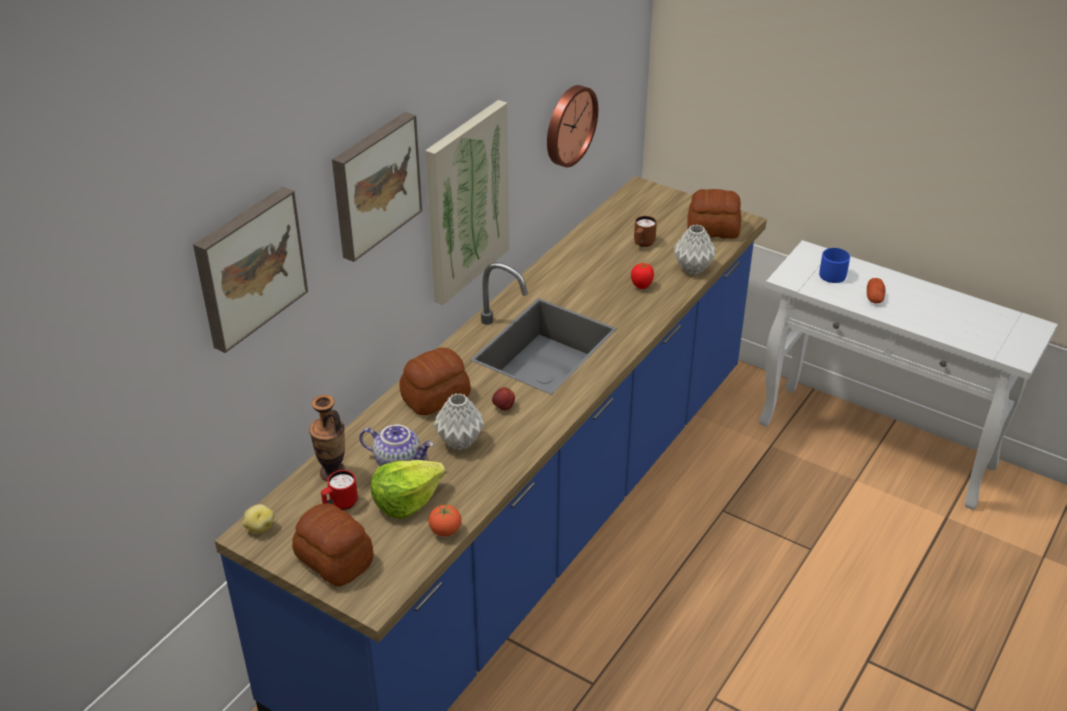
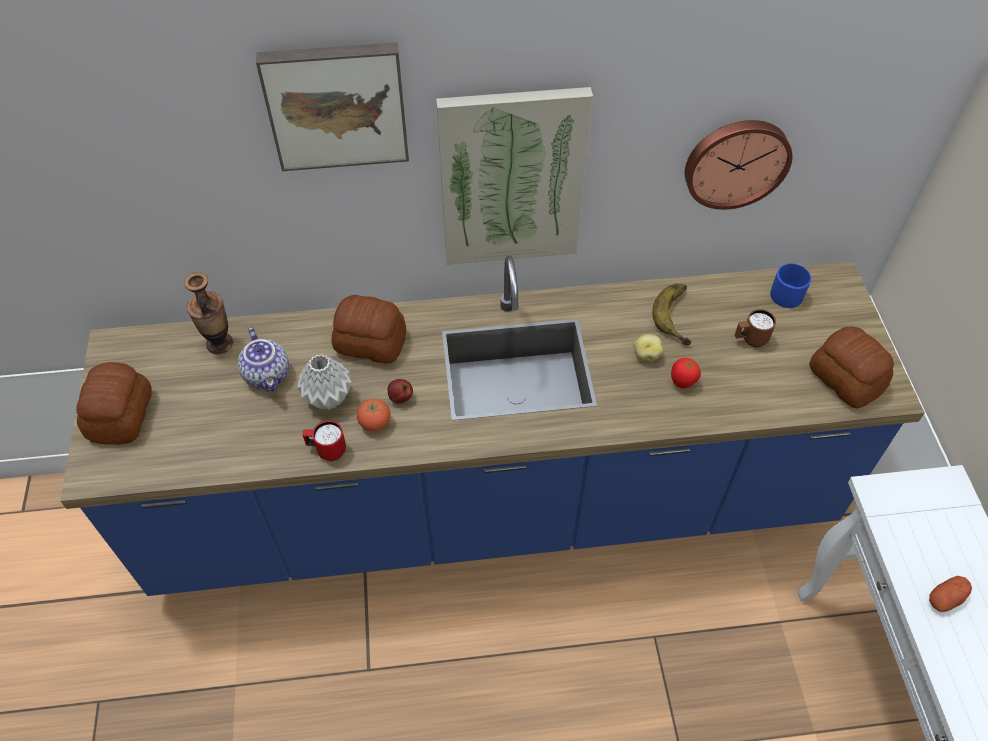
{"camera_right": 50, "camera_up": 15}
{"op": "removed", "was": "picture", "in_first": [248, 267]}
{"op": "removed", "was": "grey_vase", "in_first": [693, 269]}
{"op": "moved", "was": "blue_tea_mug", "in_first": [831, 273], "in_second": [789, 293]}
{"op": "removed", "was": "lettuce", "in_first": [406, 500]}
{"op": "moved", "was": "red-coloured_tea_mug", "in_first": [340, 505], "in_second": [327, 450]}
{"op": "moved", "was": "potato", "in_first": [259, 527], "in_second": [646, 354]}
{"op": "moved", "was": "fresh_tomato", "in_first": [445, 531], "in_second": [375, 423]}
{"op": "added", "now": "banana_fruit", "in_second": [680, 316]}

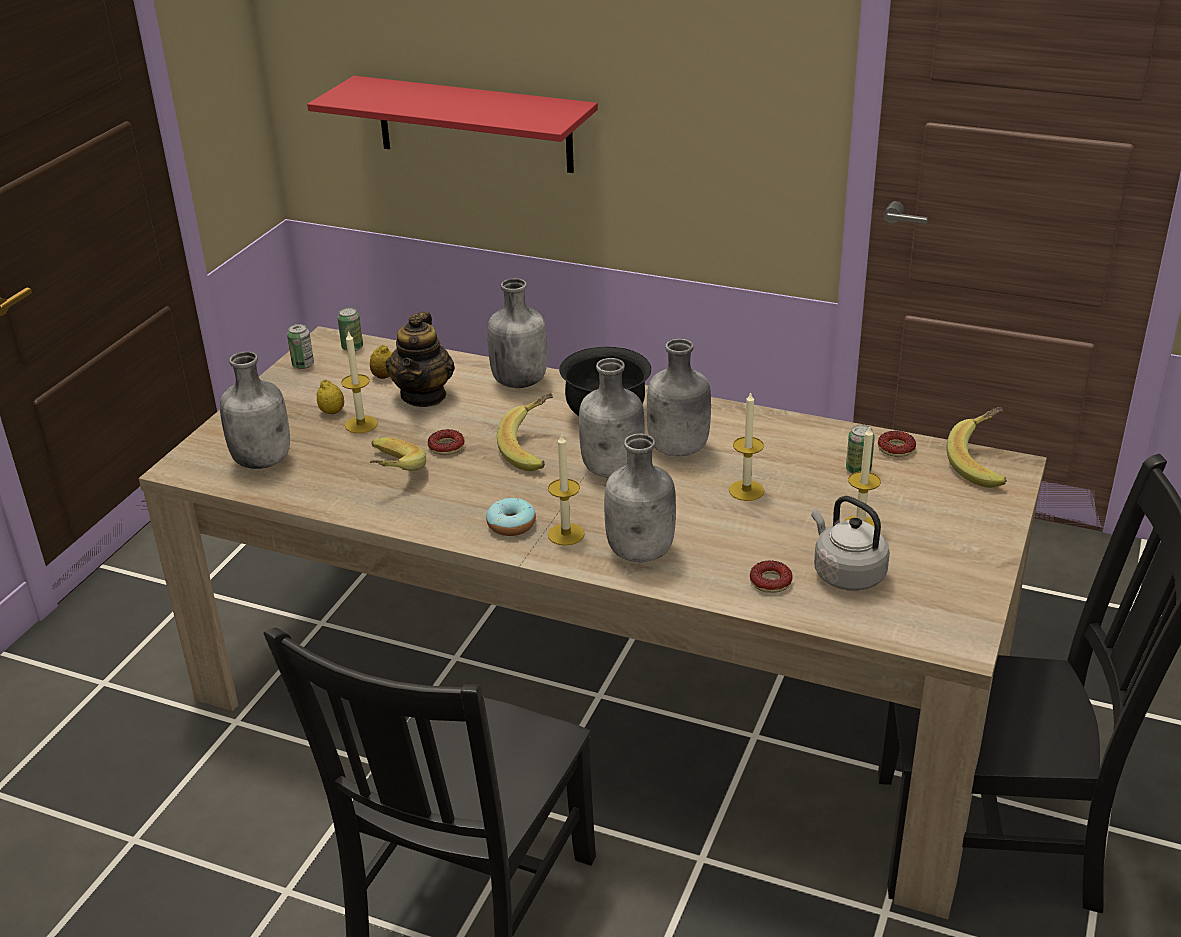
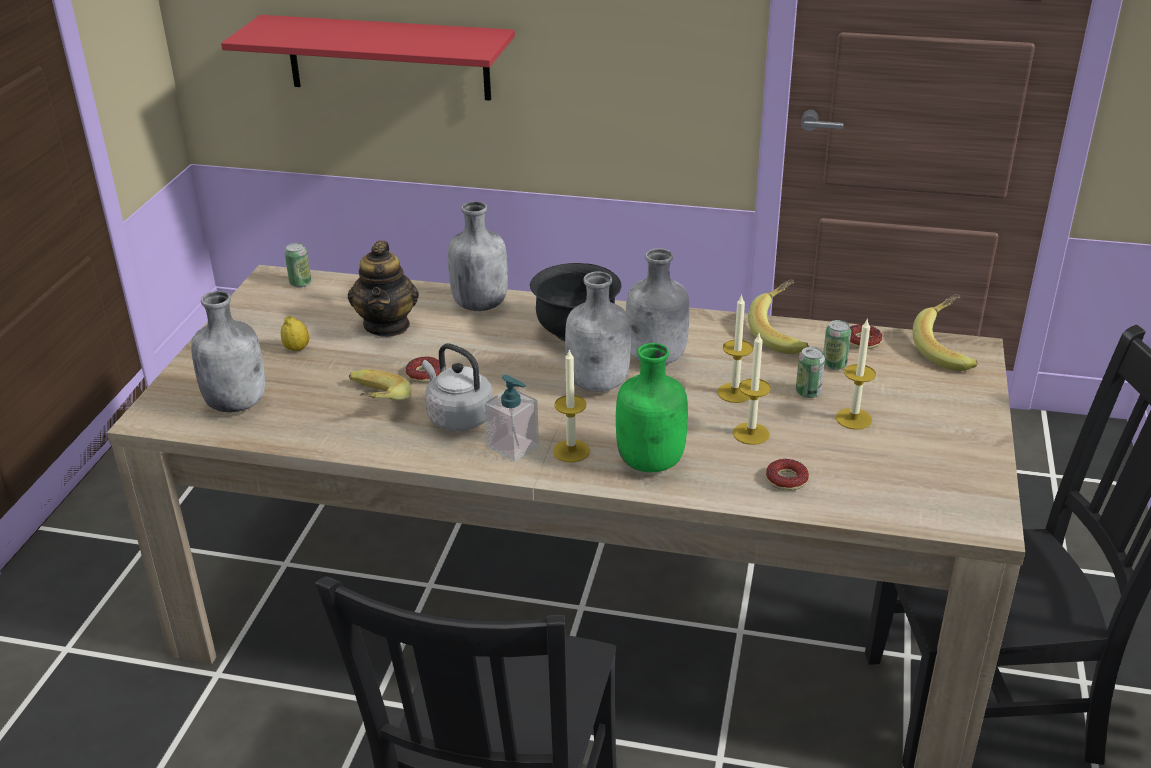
{"camera_right": -10, "camera_up": 0}
{"op": "moved", "was": "metal_can", "in_first": [303, 365], "in_second": [808, 392]}
{"op": "moved", "was": "wax_light", "in_first": [361, 424], "in_second": [751, 433]}
{"op": "removed", "was": "whole_lemon", "in_first": [384, 376]}
{"op": "moved", "was": "banana_fruit", "in_first": [535, 449], "in_second": [784, 334]}
{"op": "recoloured", "was": "grey_bottle", "now": "green-coloured_bottle", "in_first": [642, 552], "in_second": [652, 462]}
{"op": "moved", "was": "grey_tea_kettle", "in_first": [846, 574], "in_second": [457, 417]}
{"op": "replaced", "was": "ring_doughnut", "now": "soap_bottle", "in_first": [511, 525], "in_second": [513, 446]}

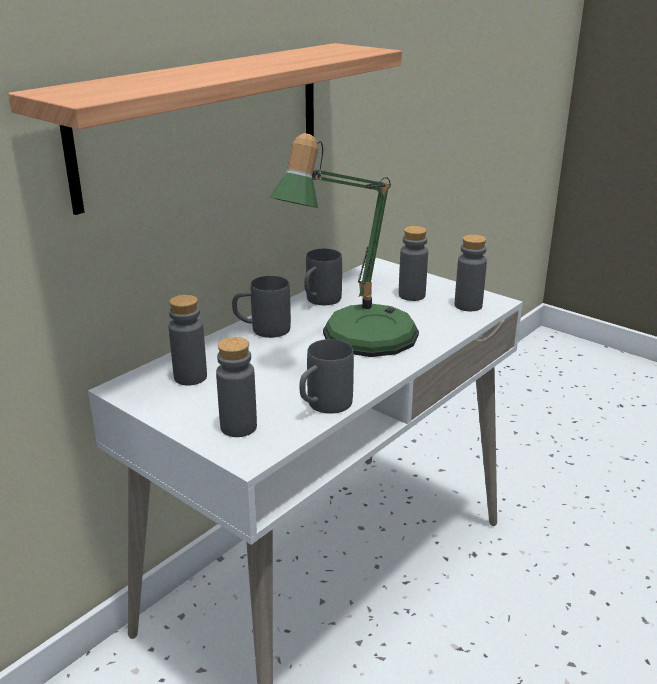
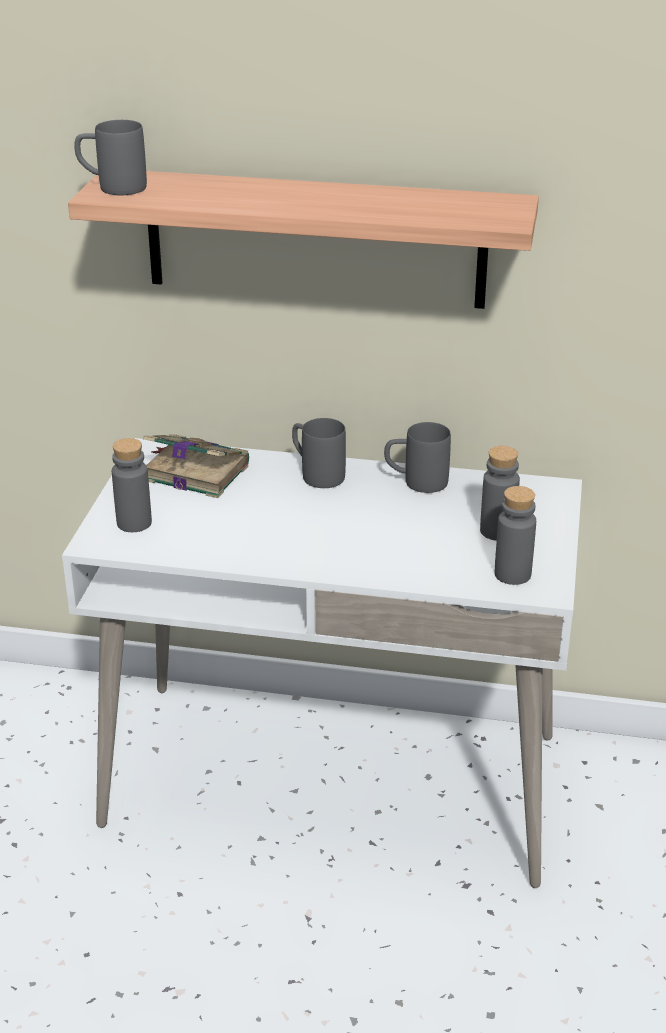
{"camera_right": 60, "camera_up": 5}
{"op": "removed", "was": "lamp_for_a_table", "in_first": [358, 340]}
{"op": "replaced", "was": "grey_bottle", "now": "bound_book", "in_first": [190, 377], "in_second": [194, 472]}
{"op": "moved", "was": "grey_tea_mug", "in_first": [323, 406], "in_second": [112, 187]}

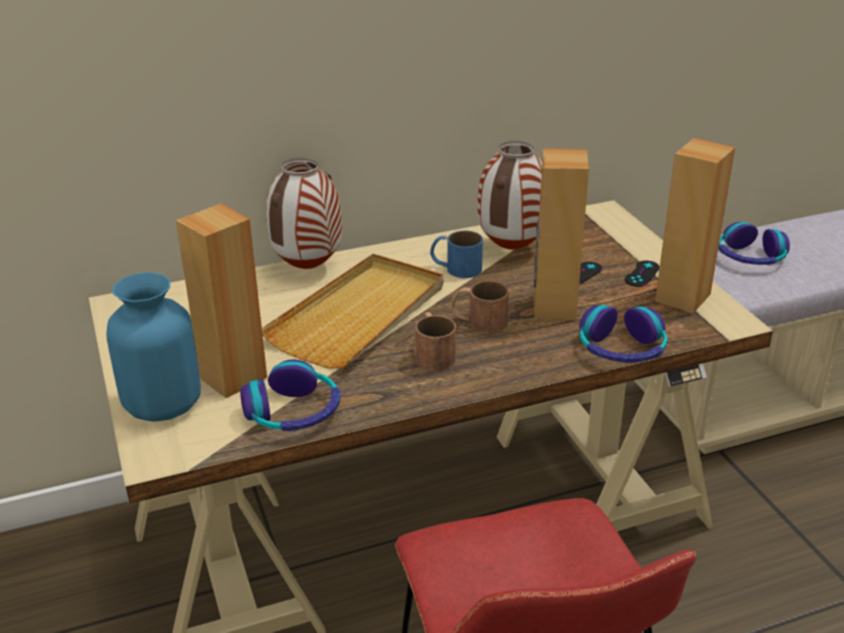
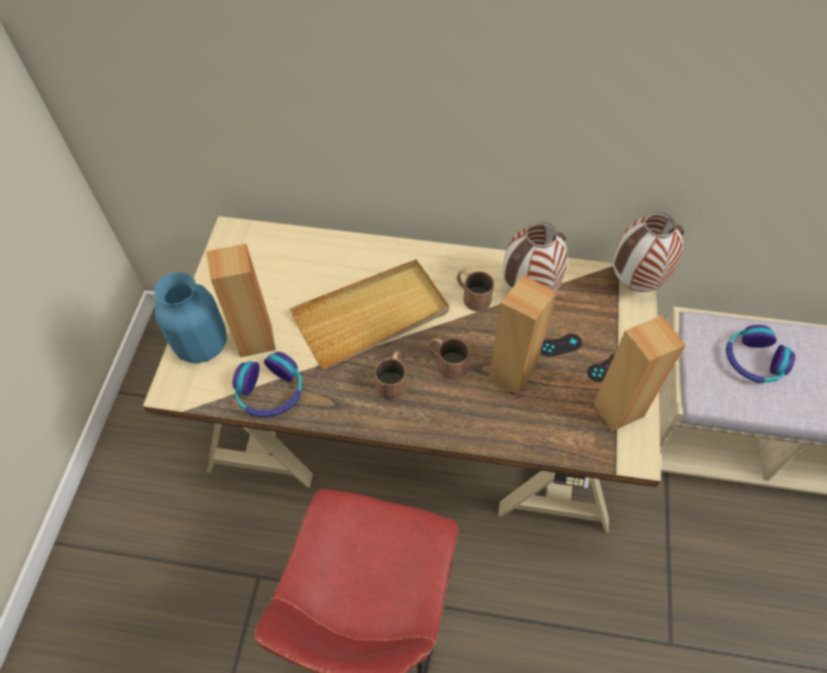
{"camera_right": 30, "camera_up": 25}
{"op": "moved", "was": "vase", "in_first": [308, 269], "in_second": [635, 284]}
{"op": "recoloured", "was": "blue_tea_mug", "now": "brownish_tea_mug", "in_first": [455, 268], "in_second": [472, 295]}
{"op": "removed", "was": "pair_of_headphones", "in_first": [621, 349]}

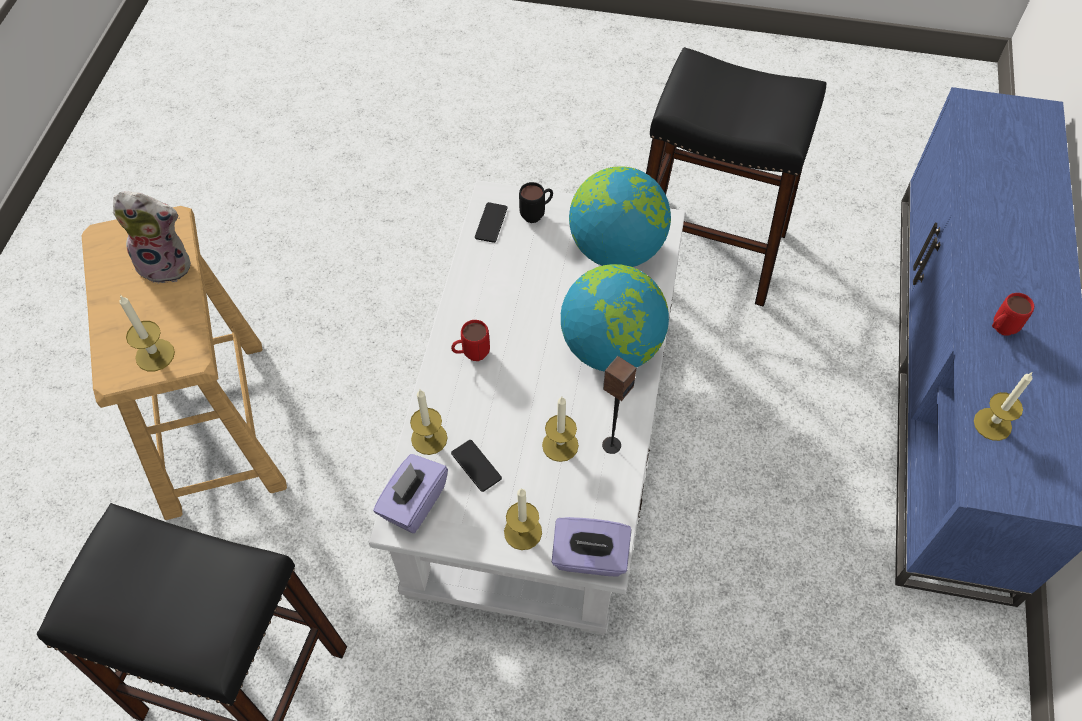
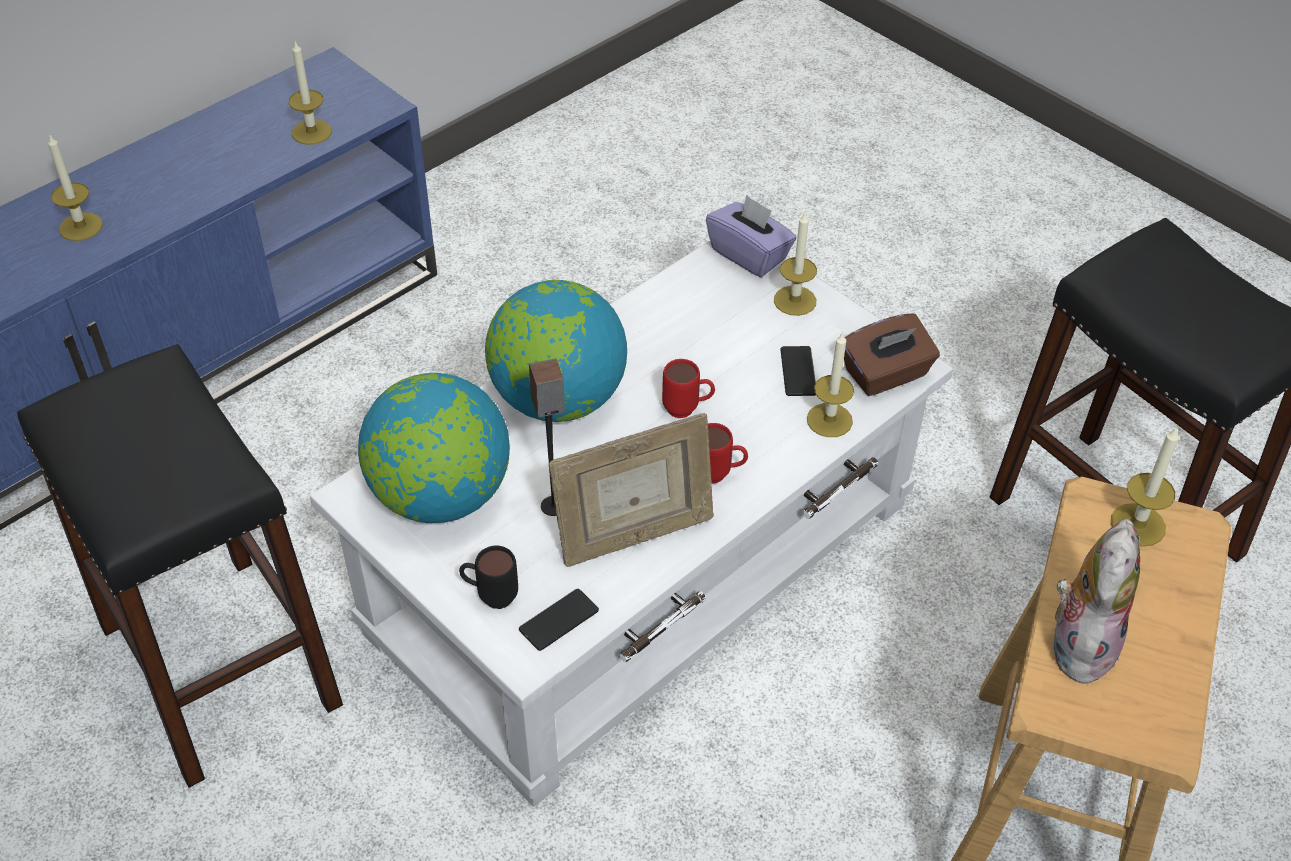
{"camera_right": -145, "camera_up": -10}
{"op": "turned", "was": "cuddly_toy", "in_first": [167, 263], "in_second": [1079, 643], "clockwise": 75}
{"op": "moved", "was": "red-coloured_tea_mug", "in_first": [999, 330], "in_second": [687, 410]}
{"op": "moved", "was": "speaker", "in_first": [611, 445], "in_second": [553, 506]}
{"op": "moved", "was": "wax_light", "in_first": [560, 445], "in_second": [81, 226]}
{"op": "recoloured", "was": "purple-coloured_box_of_tissues", "now": "brownish_box_of_tissues", "in_first": [413, 503], "in_second": [886, 374]}
{"op": "added", "now": "standing_frame", "in_second": [634, 537]}

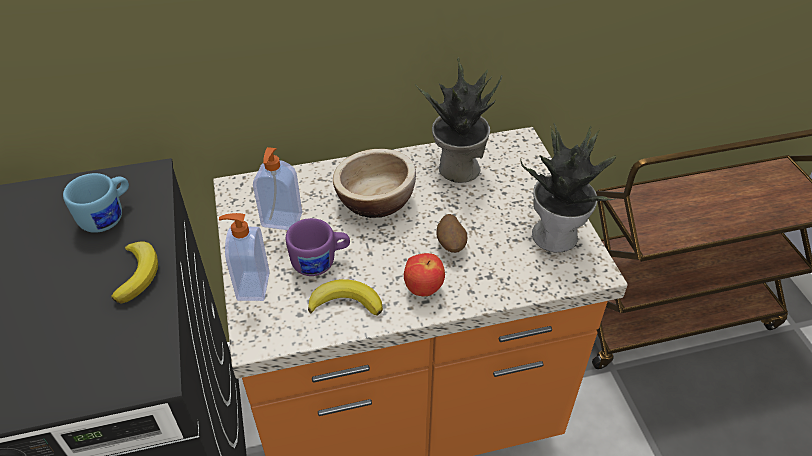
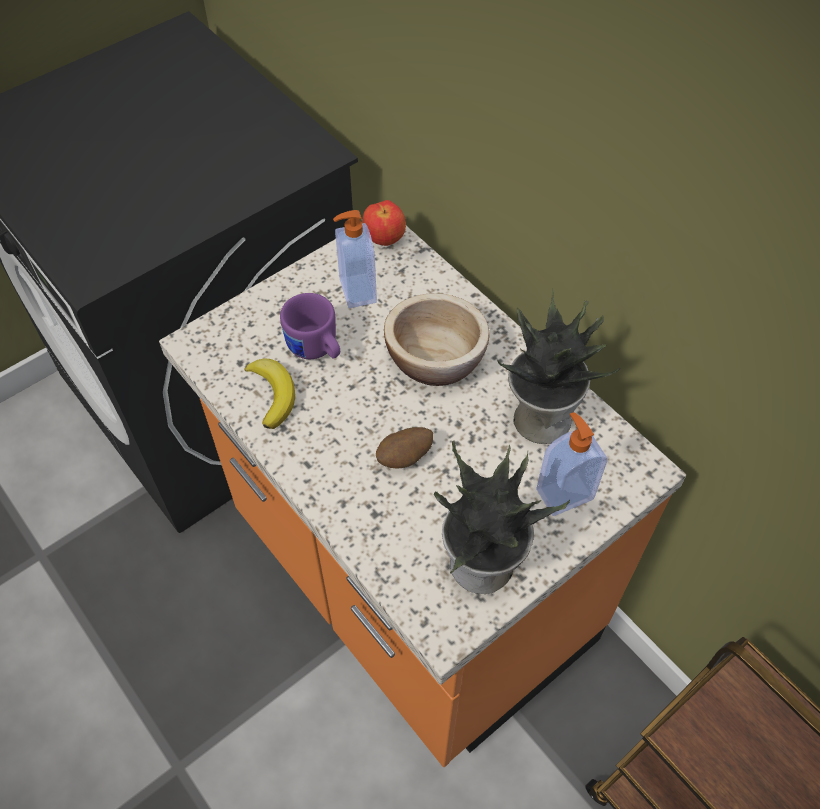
{"camera_right": 65, "camera_up": 10}
{"op": "removed", "was": "blue_tea_mug", "in_first": [108, 216]}
{"op": "moved", "was": "soap_bottle", "in_first": [252, 286], "in_second": [563, 493]}
{"op": "removed", "was": "banana_fruit", "in_first": [138, 273]}
{"op": "moved", "was": "apple_fruit", "in_first": [424, 289], "in_second": [385, 239]}

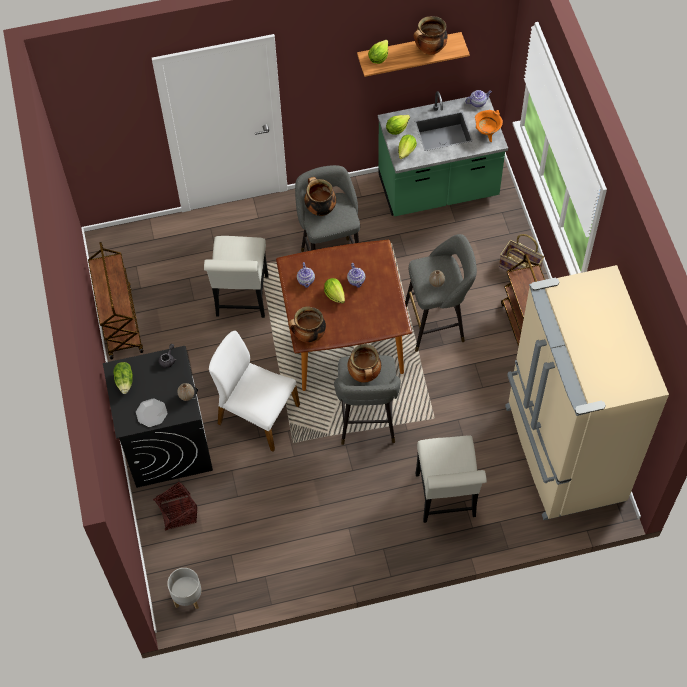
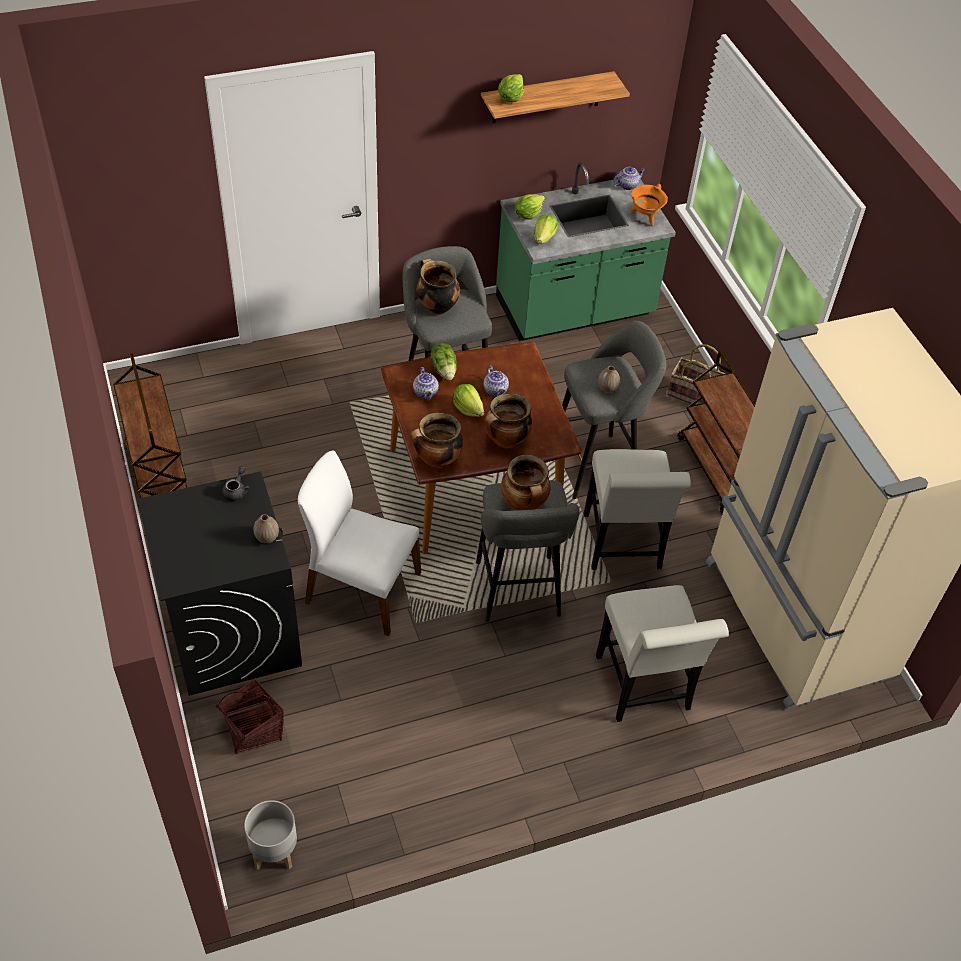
{"camera_right": -10, "camera_up": -10}
{"op": "moved", "was": "cooking_pot", "in_first": [429, 50], "in_second": [506, 441]}
{"op": "moved", "was": "whitish_plain_chair", "in_first": [241, 300], "in_second": [623, 547]}
{"op": "moved", "was": "lettuce", "in_first": [125, 381], "in_second": [444, 370]}
{"op": "removed", "was": "dinner_plate", "in_first": [151, 413]}

